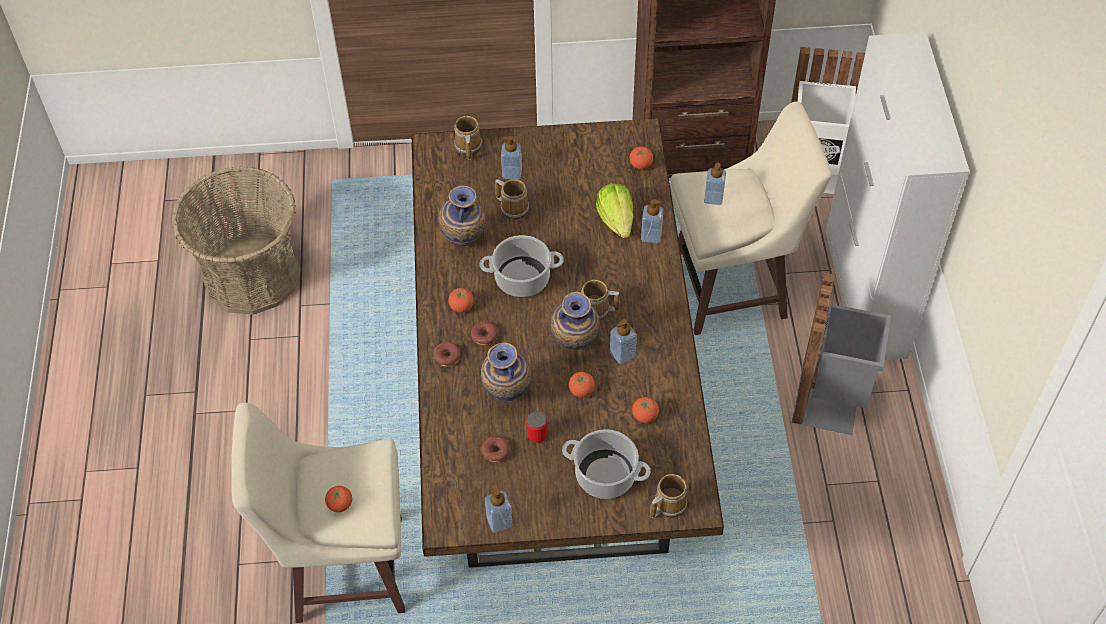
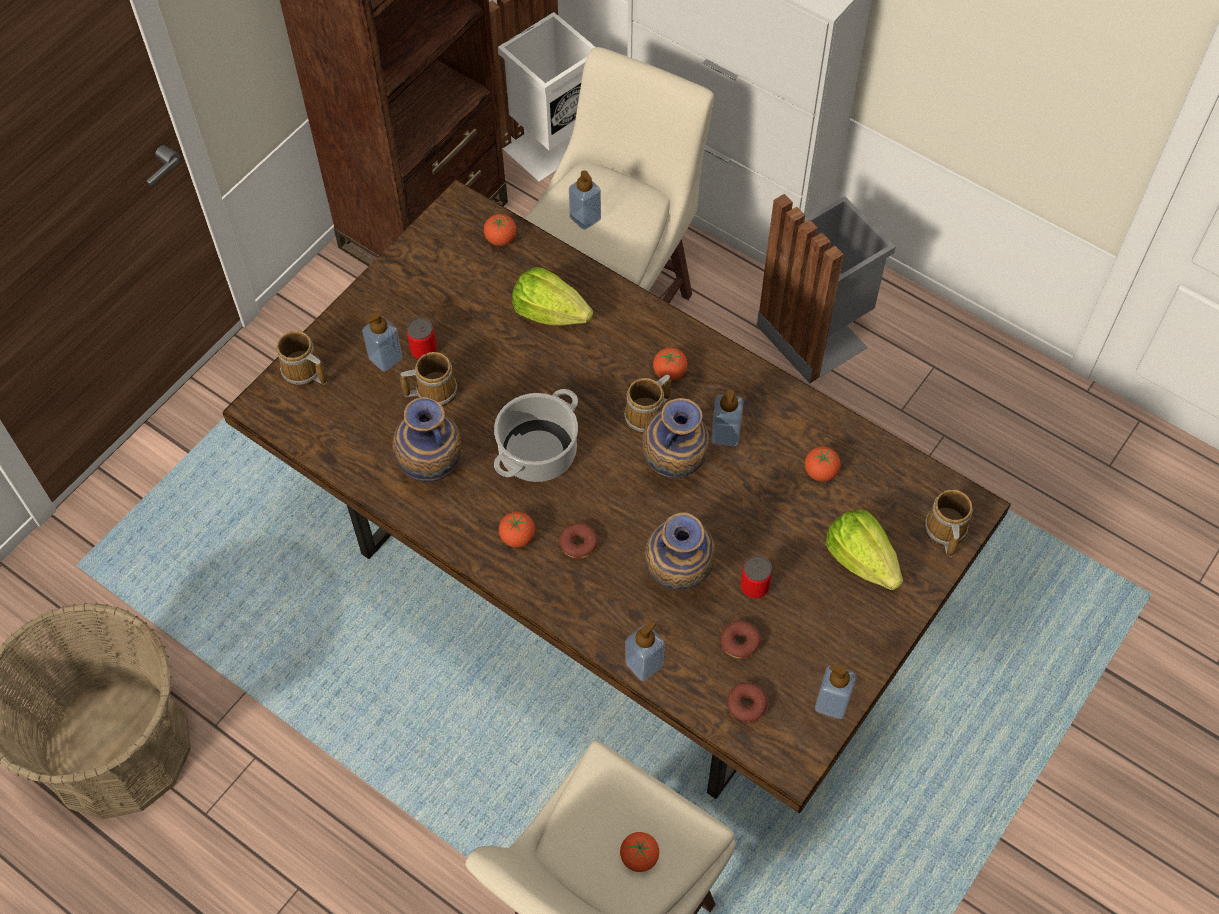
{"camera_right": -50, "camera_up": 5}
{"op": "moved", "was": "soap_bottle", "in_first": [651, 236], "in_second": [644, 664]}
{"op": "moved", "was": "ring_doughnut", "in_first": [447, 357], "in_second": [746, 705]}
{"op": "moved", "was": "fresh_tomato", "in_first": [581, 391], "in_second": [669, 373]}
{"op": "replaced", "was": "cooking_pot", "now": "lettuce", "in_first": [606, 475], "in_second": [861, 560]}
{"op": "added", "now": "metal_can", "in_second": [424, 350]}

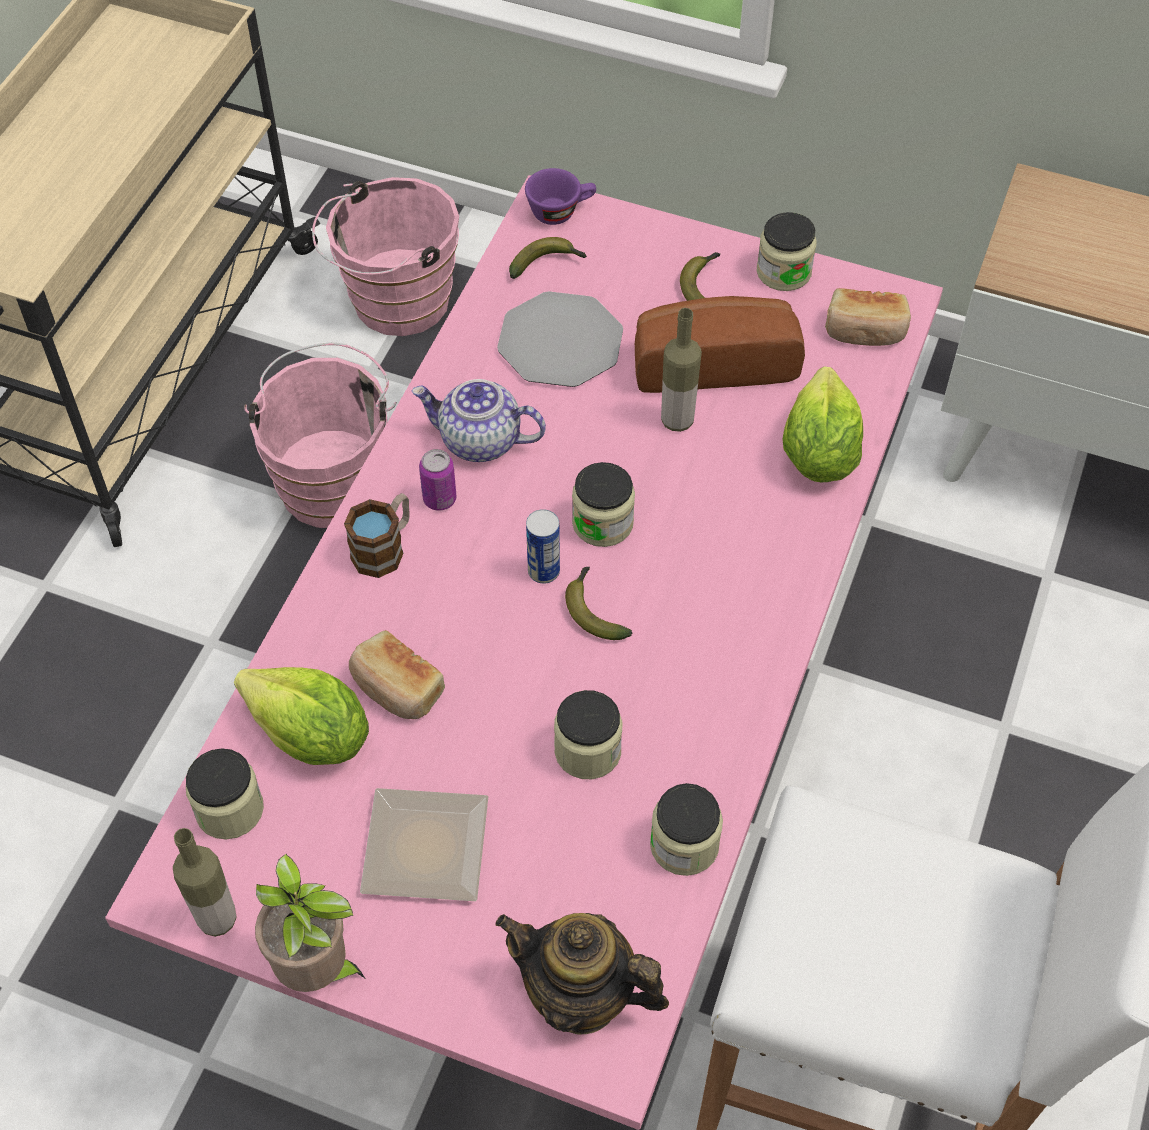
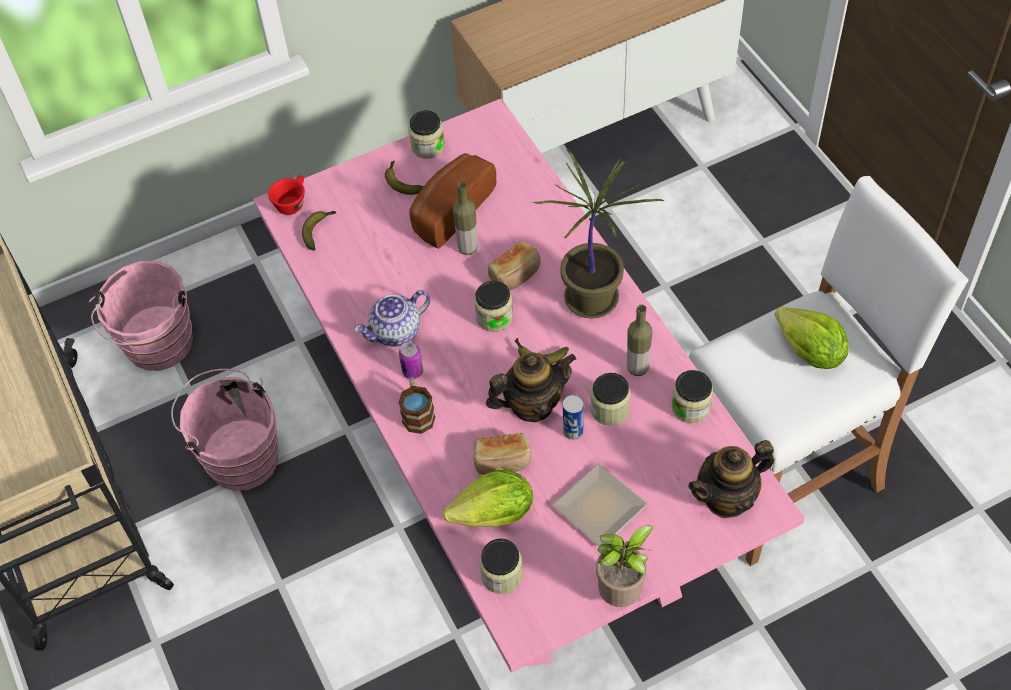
{"camera_right": -45, "camera_up": 0}
{"op": "recoloured", "was": "purple-coloured_small_cup", "now": "red-coloured_small_cup", "in_first": [561, 211], "in_second": [292, 202]}
{"op": "moved", "was": "bread", "in_first": [865, 330], "in_second": [515, 274]}
{"op": "removed", "was": "dinner_plate", "in_first": [560, 342]}
{"op": "moved", "was": "lettuce", "in_first": [818, 453], "in_second": [809, 352]}
{"op": "moved", "was": "metal_can", "in_first": [543, 571], "in_second": [573, 431]}
{"op": "moved", "was": "bottle", "in_first": [217, 919], "in_second": [637, 368]}
{"op": "added", "now": "potted_plant", "in_second": [591, 297]}
{"op": "added", "now": "tea_pot", "in_second": [532, 404]}

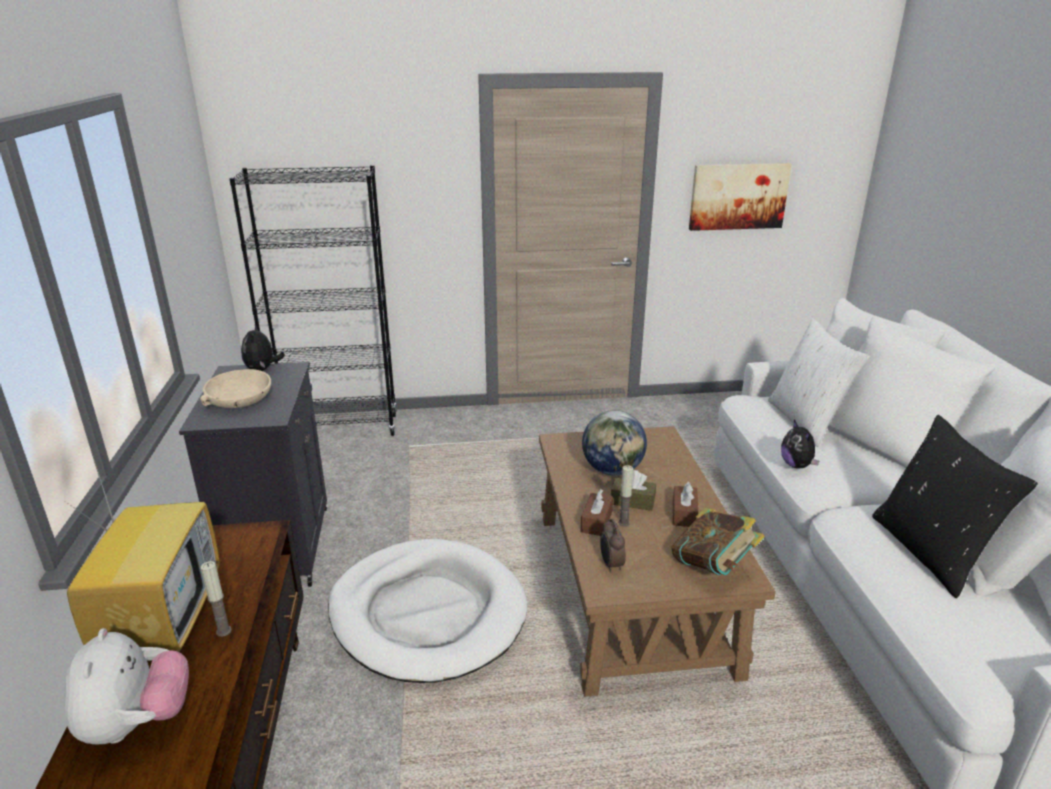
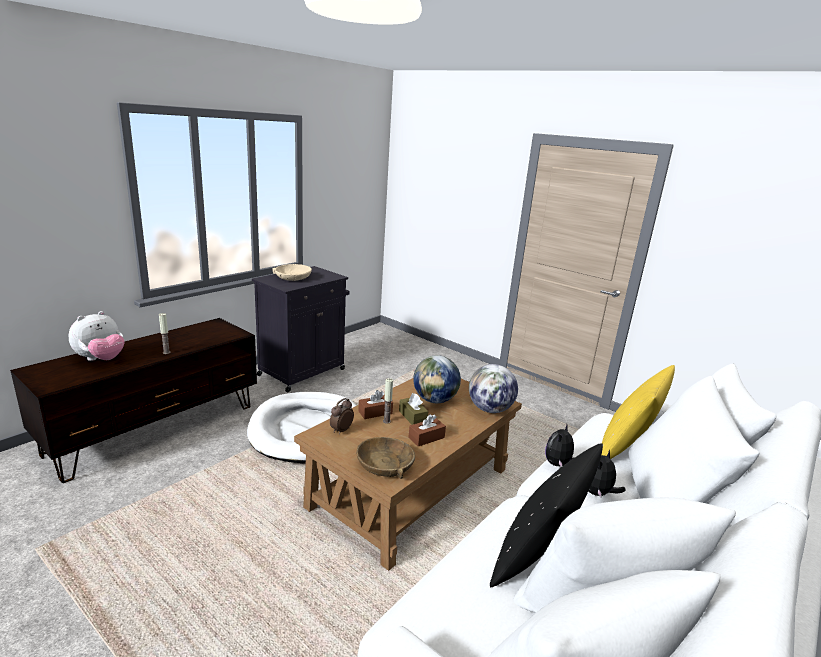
{"camera_right": 45, "camera_up": -5}
{"op": "removed", "was": "picture", "in_first": [738, 196]}
{"op": "removed", "was": "blackish_bookcase", "in_first": [338, 428]}
{"op": "recoloured", "was": "whitish_cushion", "now": "yellow-coloured_cushion", "in_first": [806, 421], "in_second": [626, 450]}
{"op": "moved", "was": "cuddly_toy", "in_first": [262, 370], "in_second": [598, 493]}
{"op": "removed", "was": "television", "in_first": [163, 621]}
{"op": "replaced", "was": "bound_book", "now": "brownish_deep_dish", "in_first": [713, 566], "in_second": [385, 465]}
{"op": "added", "now": "world_globe", "in_second": [490, 409]}

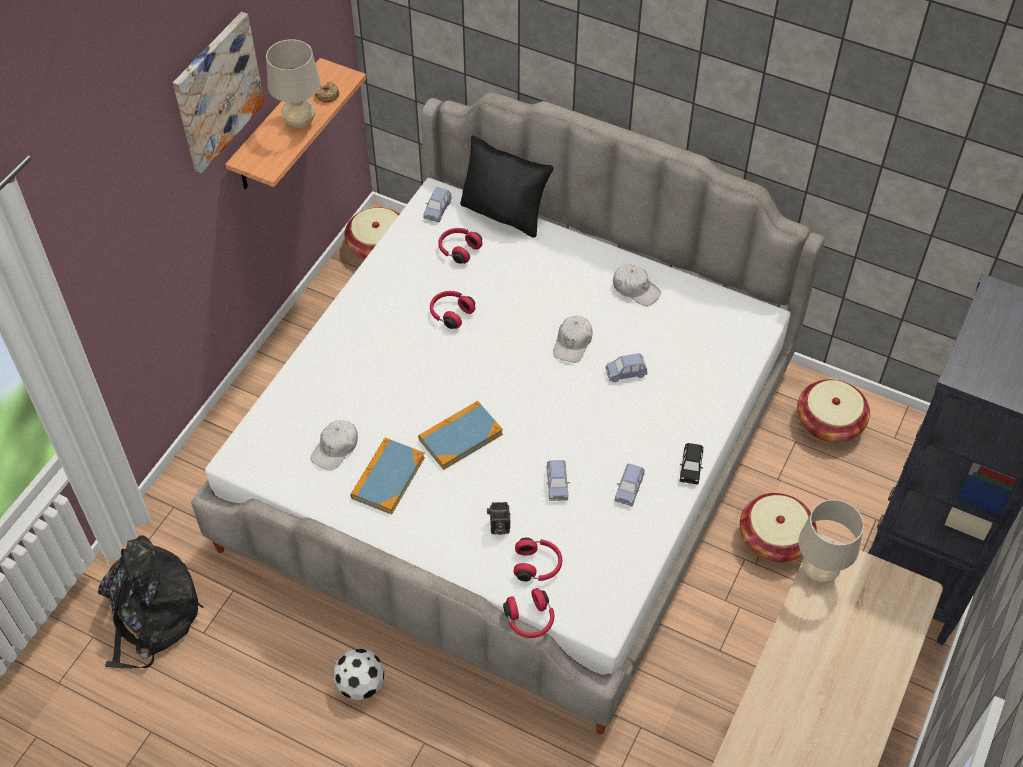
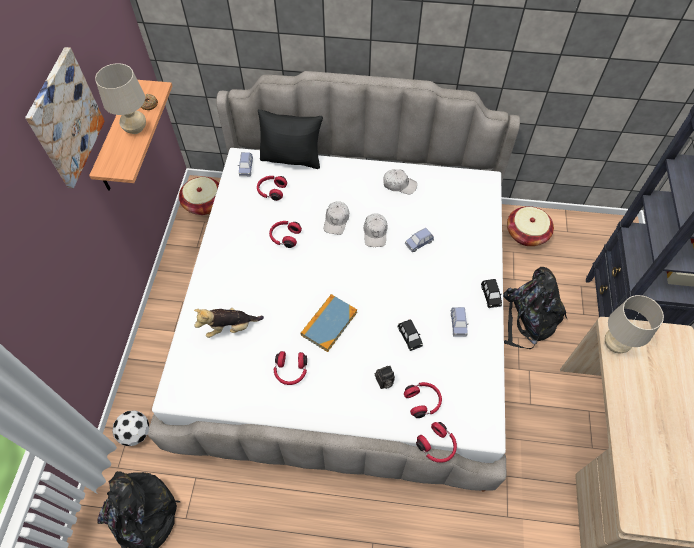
{"camera_right": -20, "camera_up": 5}
{"op": "moved", "was": "whitish_baseball_cap", "in_first": [335, 448], "in_second": [336, 220]}
{"op": "replaced", "was": "bound_book", "now": "red-coloured_pair_of_headphones", "in_first": [388, 477], "in_second": [290, 371]}
{"op": "recoloured", "was": "blue_toy_car", "now": "blackish_toy_car", "in_first": [557, 485], "in_second": [409, 337]}
{"op": "replaced", "was": "storage_basket", "now": "blackish_knapsack", "in_first": [774, 538], "in_second": [529, 318]}
{"op": "moved", "was": "football_ball", "in_first": [360, 685], "in_second": [136, 433]}
{"op": "added", "now": "cuddly_toy", "in_second": [230, 327]}

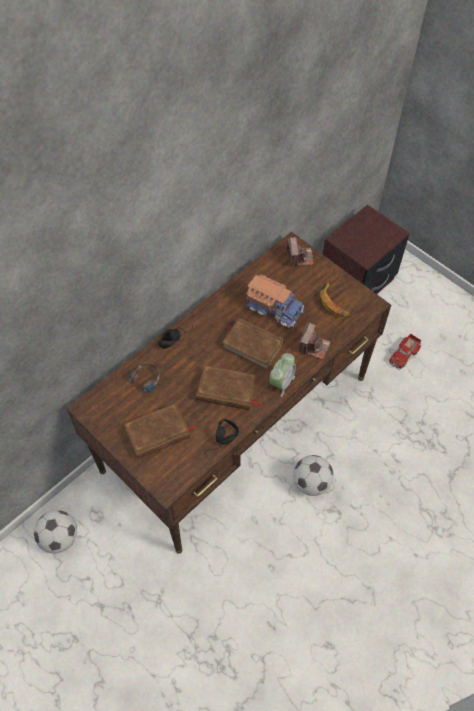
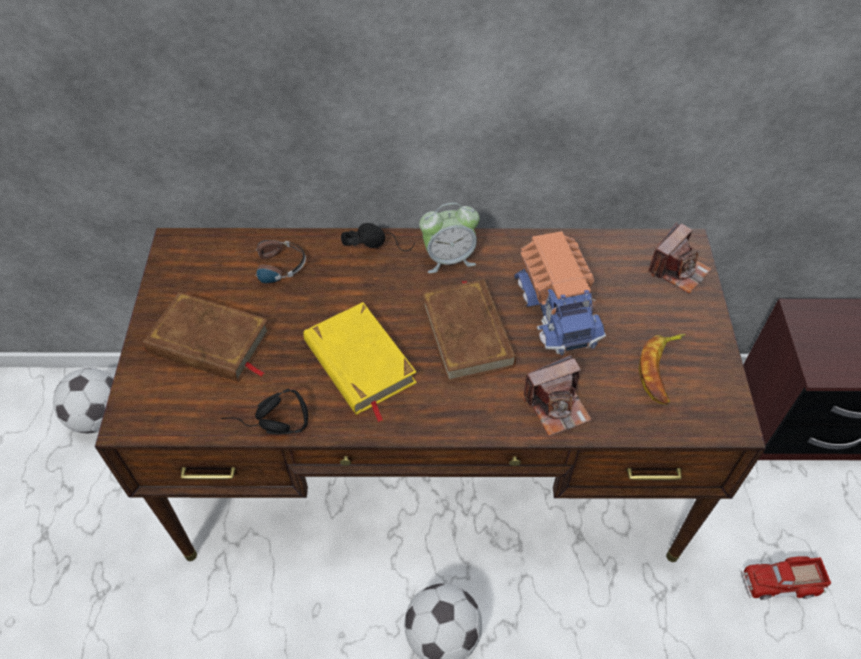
{"camera_right": 45, "camera_up": -5}
{"op": "moved", "was": "alarm_clock", "in_first": [281, 382], "in_second": [448, 259]}
{"op": "recoloured", "was": "brownish_bound_book", "now": "yellow-coloured_bound_book", "in_first": [226, 390], "in_second": [359, 363]}

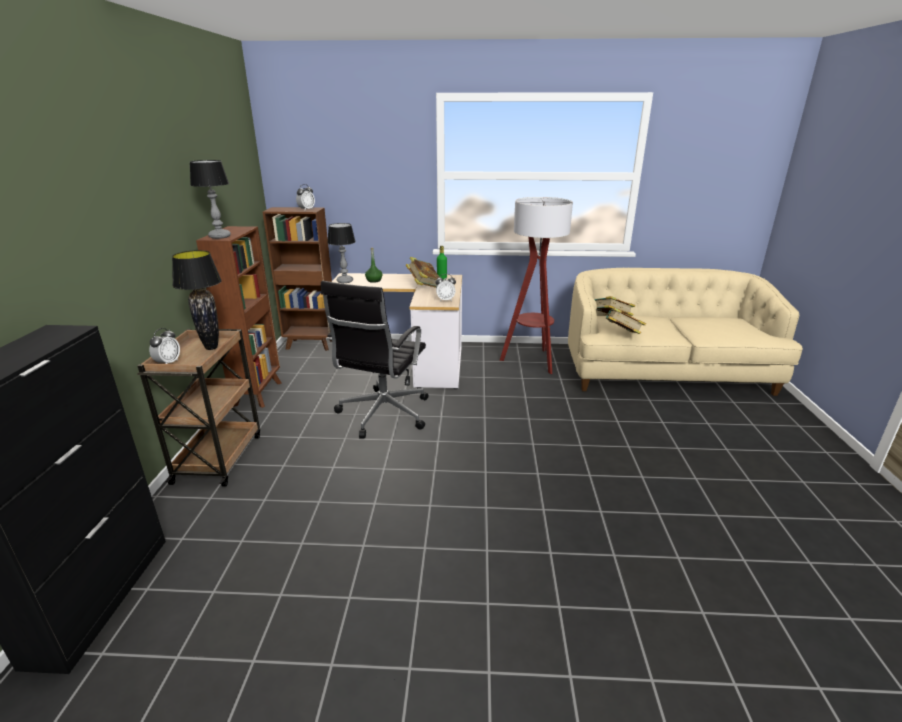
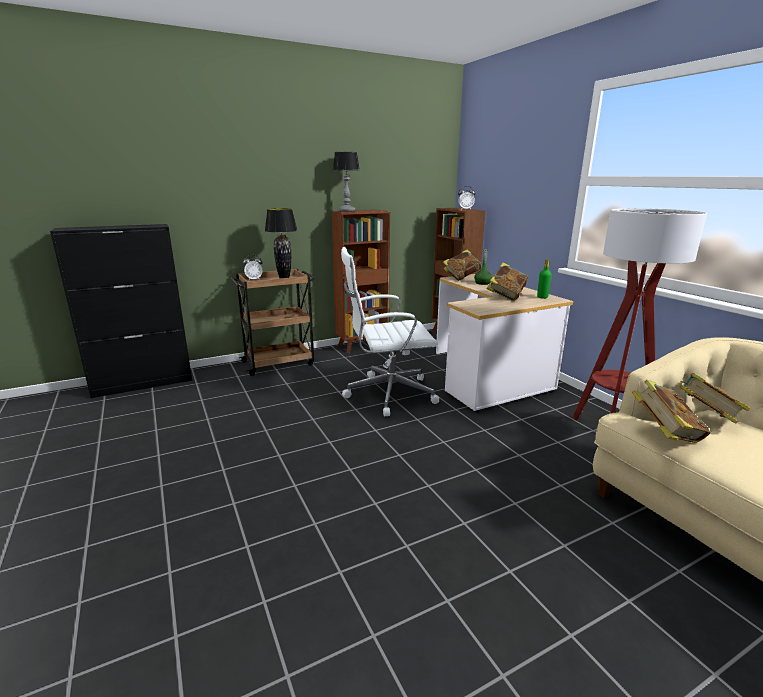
{"camera_right": 60, "camera_up": -5}
{"op": "replaced", "was": "lamp_for_a_table", "now": "bound_book", "in_first": [344, 281], "in_second": [461, 278]}
{"op": "removed", "was": "alarm_clock", "in_first": [445, 300]}
{"op": "recoloured", "was": "blackish_office_chair", "now": "whitish_office_chair", "in_first": [382, 414], "in_second": [387, 393]}

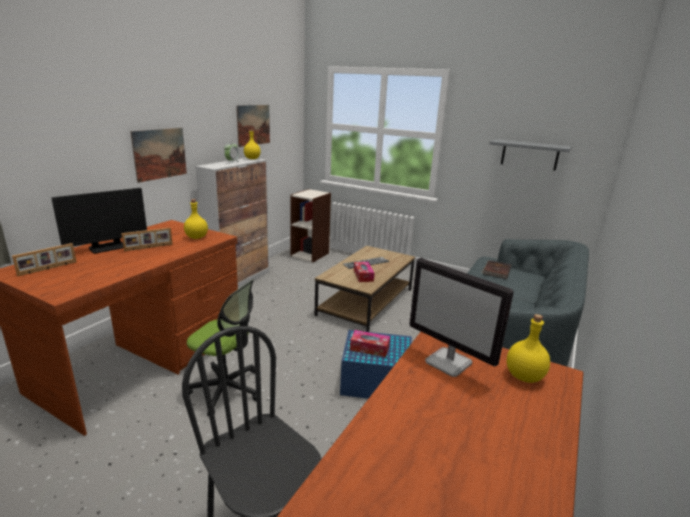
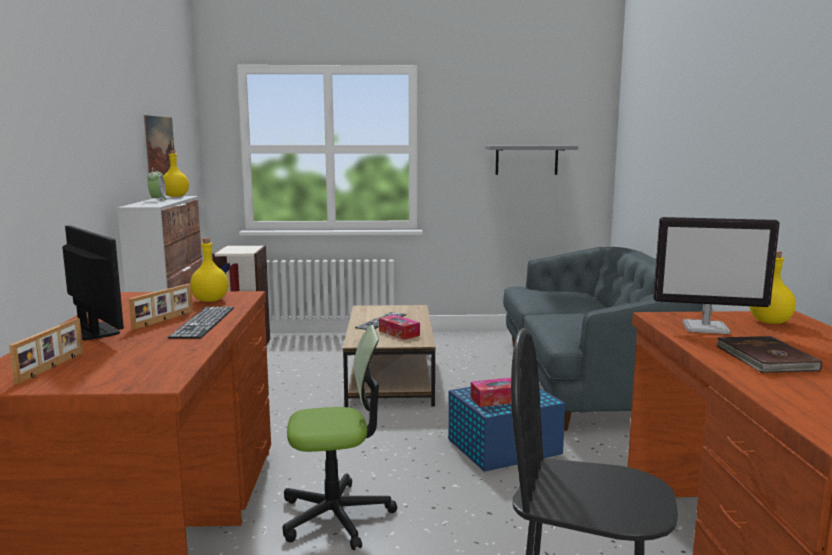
{"camera_right": -30, "camera_up": -10}
{"op": "removed", "was": "picture", "in_first": [160, 154]}
{"op": "turned", "was": "computer_display", "in_first": [107, 247], "in_second": [93, 331], "clockwise": -60}
{"op": "moved", "was": "brownish_bound_book", "in_first": [496, 271], "in_second": [765, 359]}
{"op": "added", "now": "PC_keyboard", "in_second": [203, 322]}

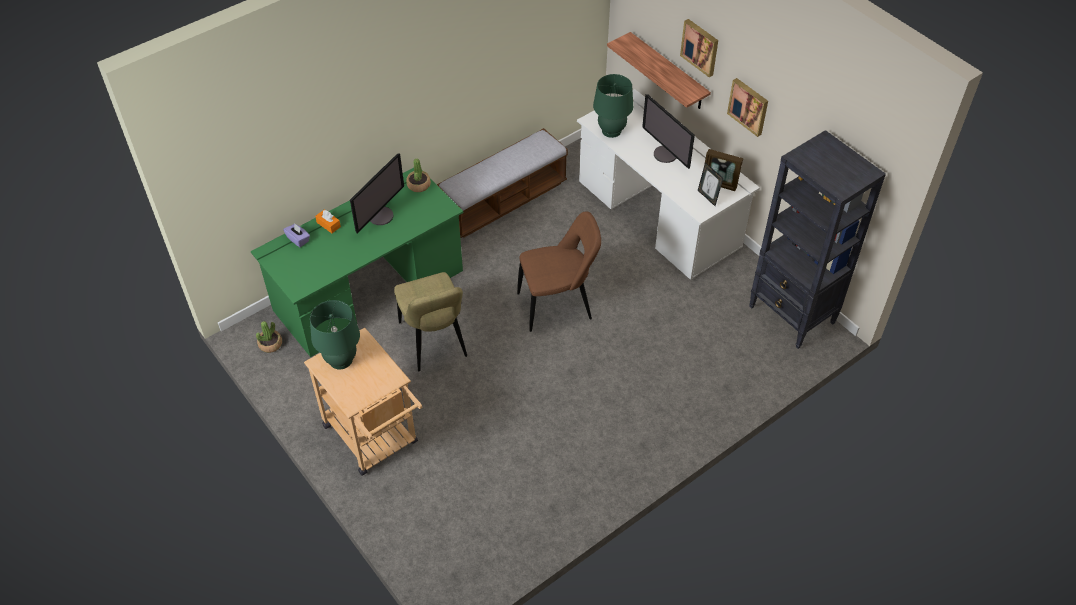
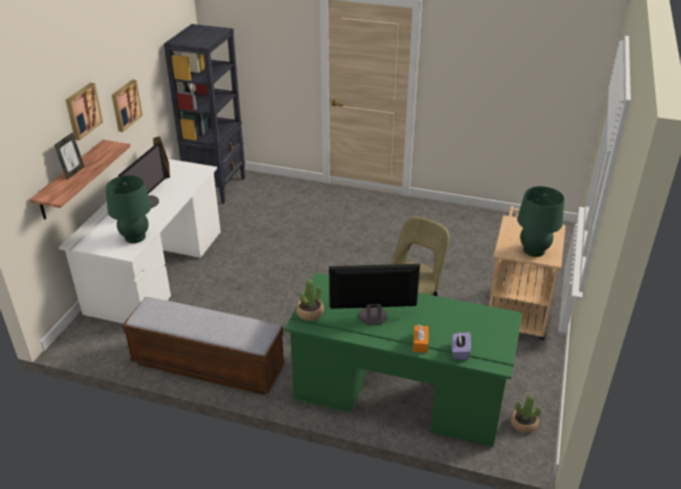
{"camera_right": -125, "camera_up": -15}
{"op": "moved", "was": "standing_frame", "in_first": [708, 197], "in_second": [73, 172]}
{"op": "removed", "was": "brownish_plain_chair", "in_first": [558, 306]}

